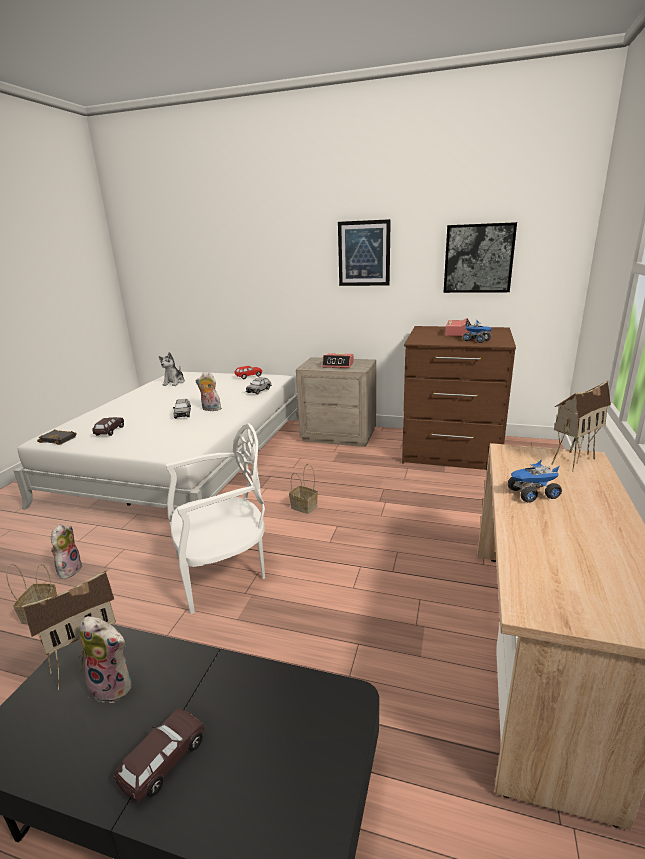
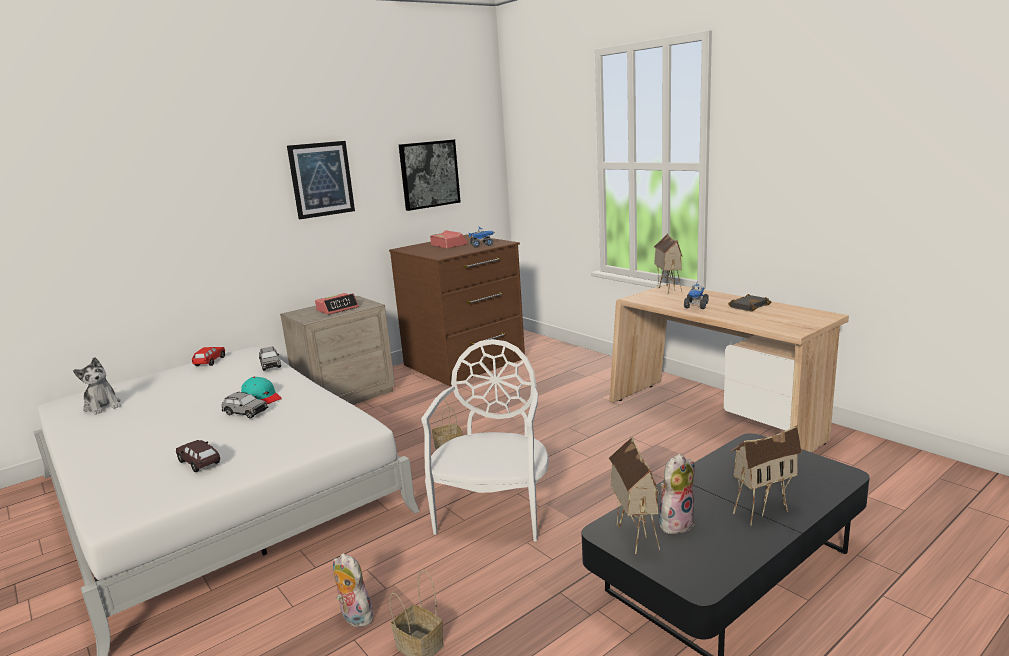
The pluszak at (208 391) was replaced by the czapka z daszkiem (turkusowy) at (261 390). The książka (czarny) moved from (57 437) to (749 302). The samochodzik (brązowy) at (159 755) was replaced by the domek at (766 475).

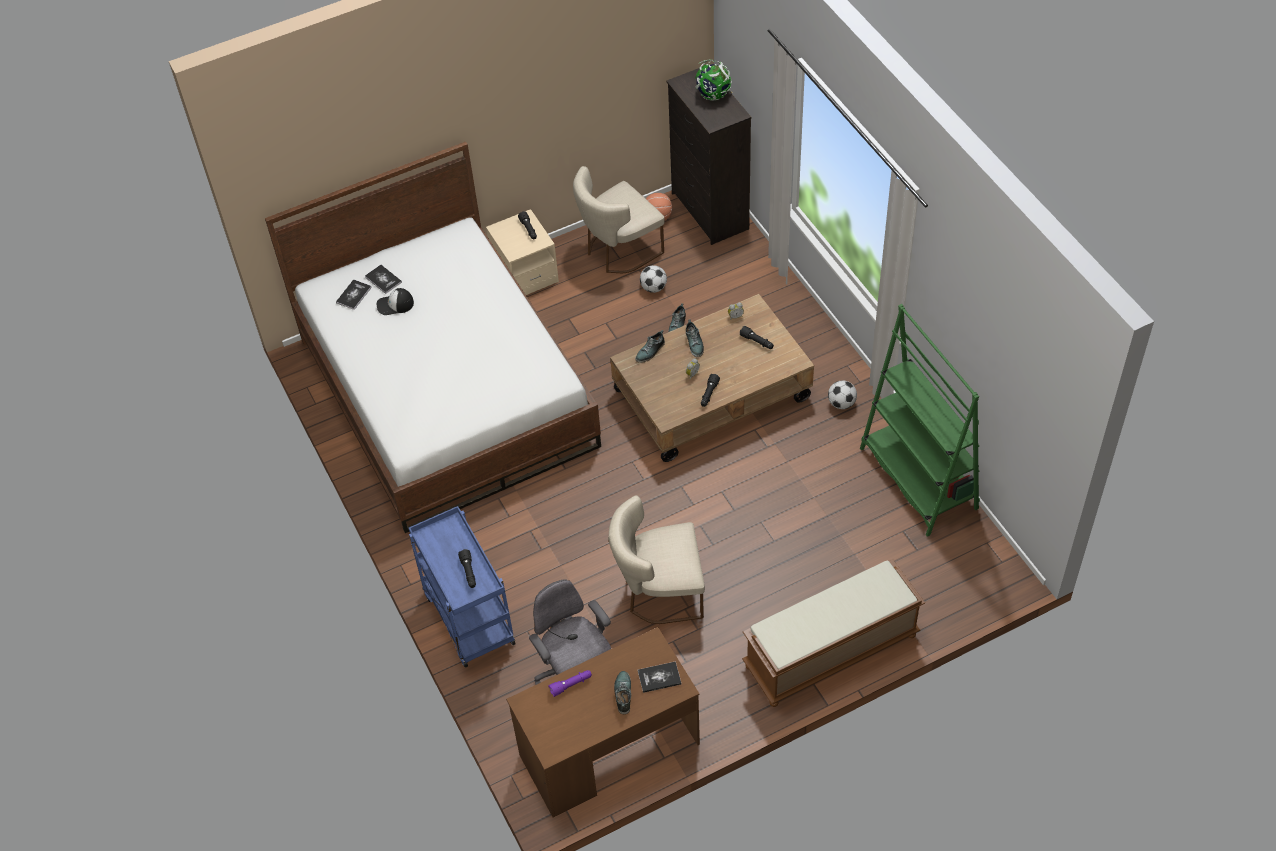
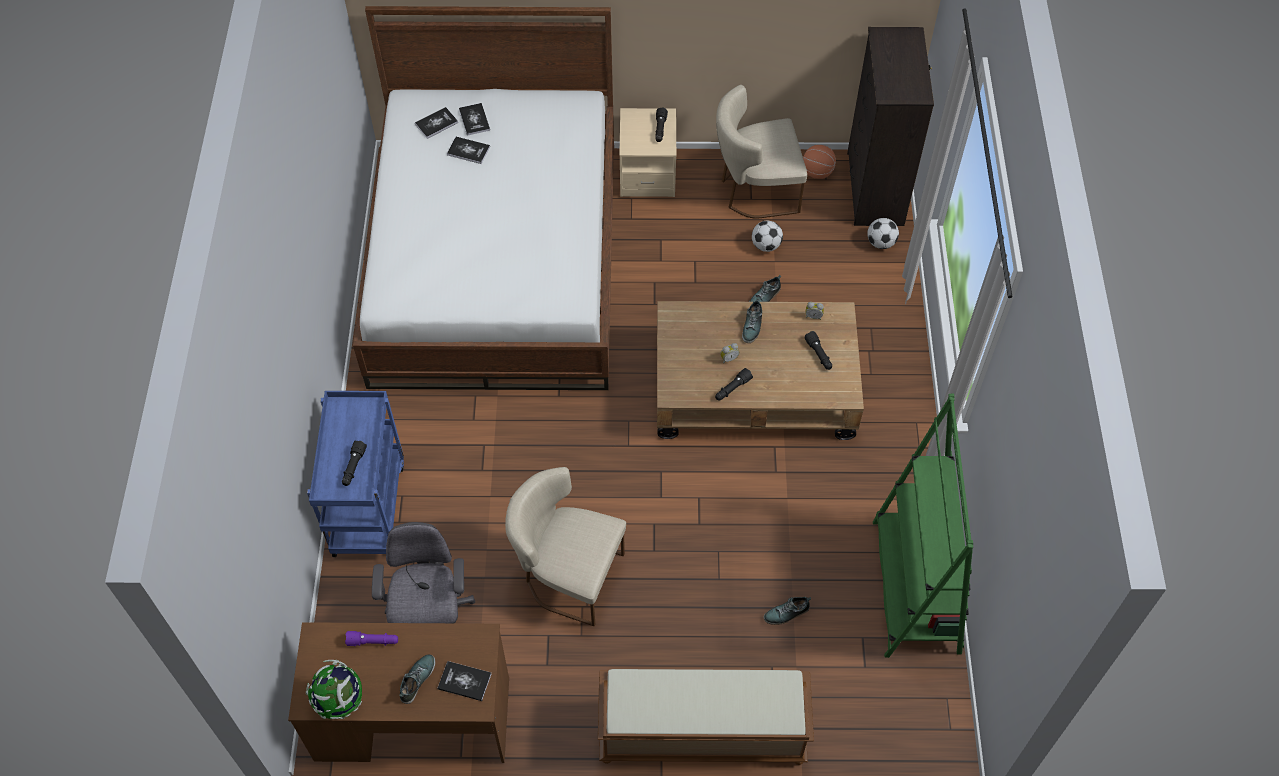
The globus moved from (713 80) to (334 689). The czapka z daszkiem at (395 301) was replaced by the książka at (468 150). The but moved from (650 346) to (787 611). The piłka futbolowa moved from (842 394) to (883 233).

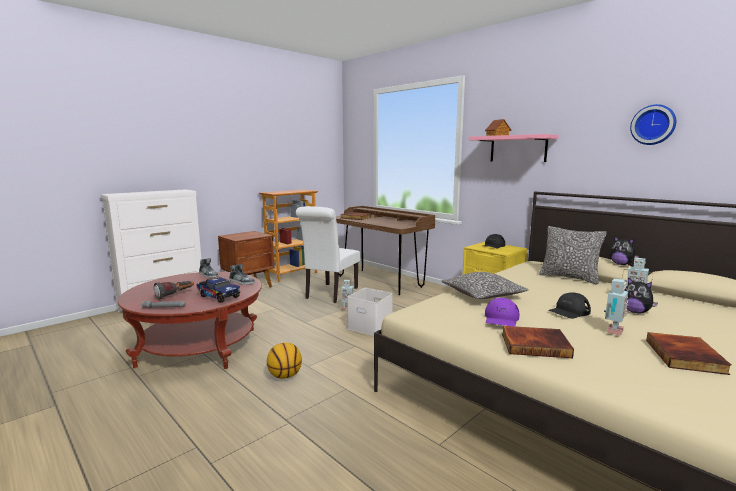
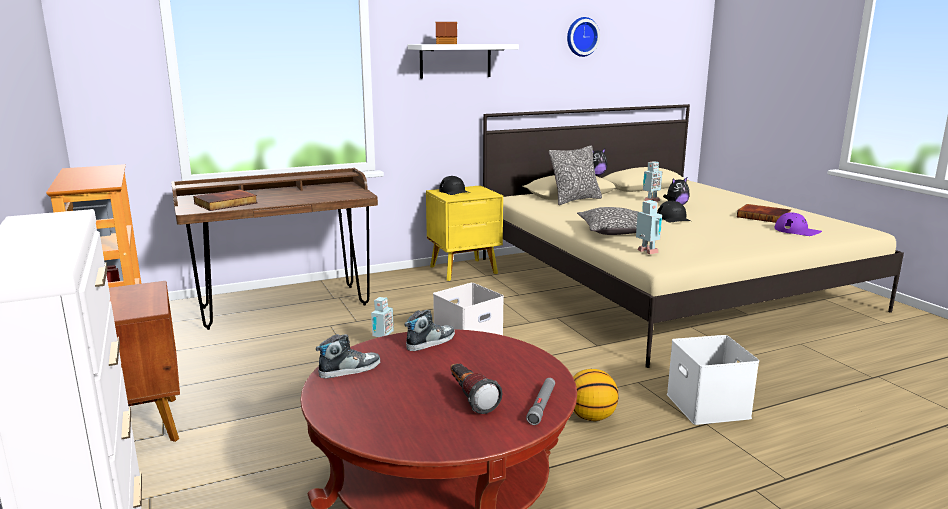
The półka (różowy) at (514 148) became the półka (biały) at (463 61). The krzesło (biały) at (328 254) disappeared. The ciężarówka zabawkowa at (218 290) disappeared. The robot zabawkowy moved from (616 307) to (649 227). The czapka z daszkiem (fioletowy) moved from (502 312) to (798 224). The książka at (538 342) disappeared. The pojemnik do przechowywania (biały) at (713 380) appeared.

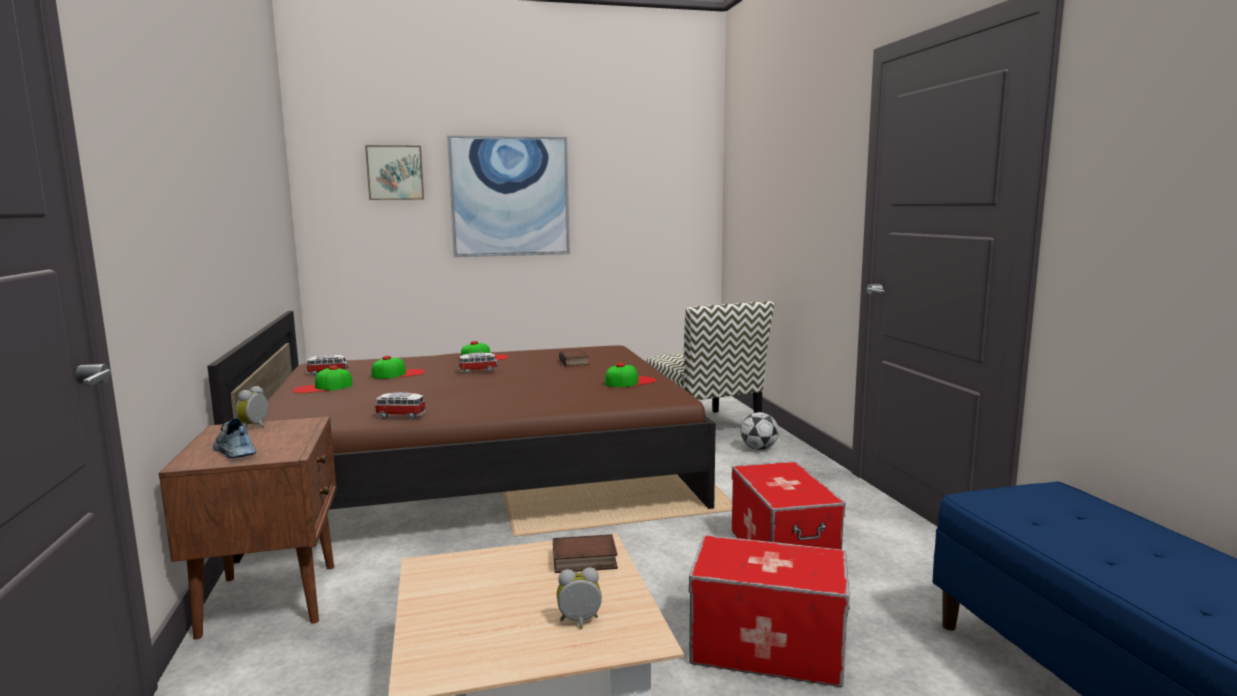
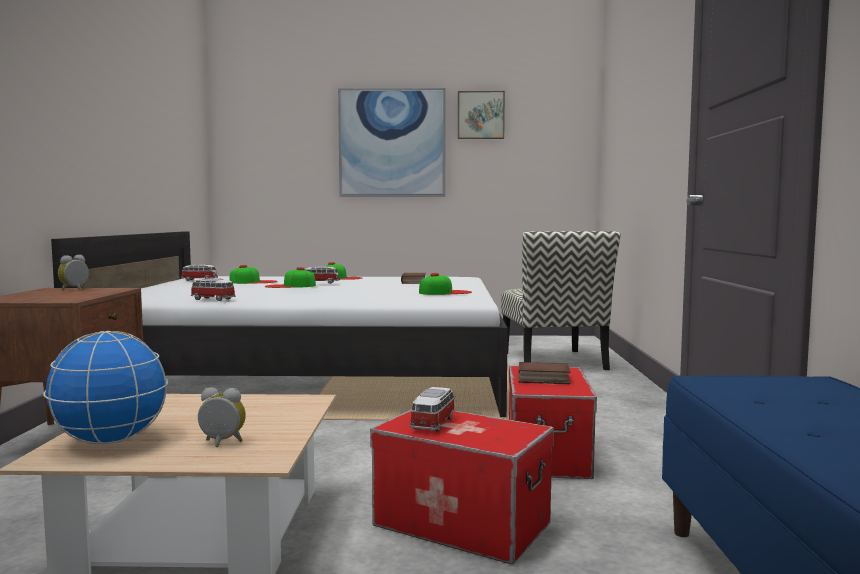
The obraz moved from (394 172) to (481 115). The łóżko (brązowy) at (461 437) became the łóżko (biały) at (279 324). The czapka z daszkiem moved from (322 379) to (290 277). The piłka futbolowa at (759 431) disappeared. The but at (234 438) disappeared. The książka moved from (585 553) to (544 373). The globus at (105 388) appeared. The samochodzik at (432 409) appeared.

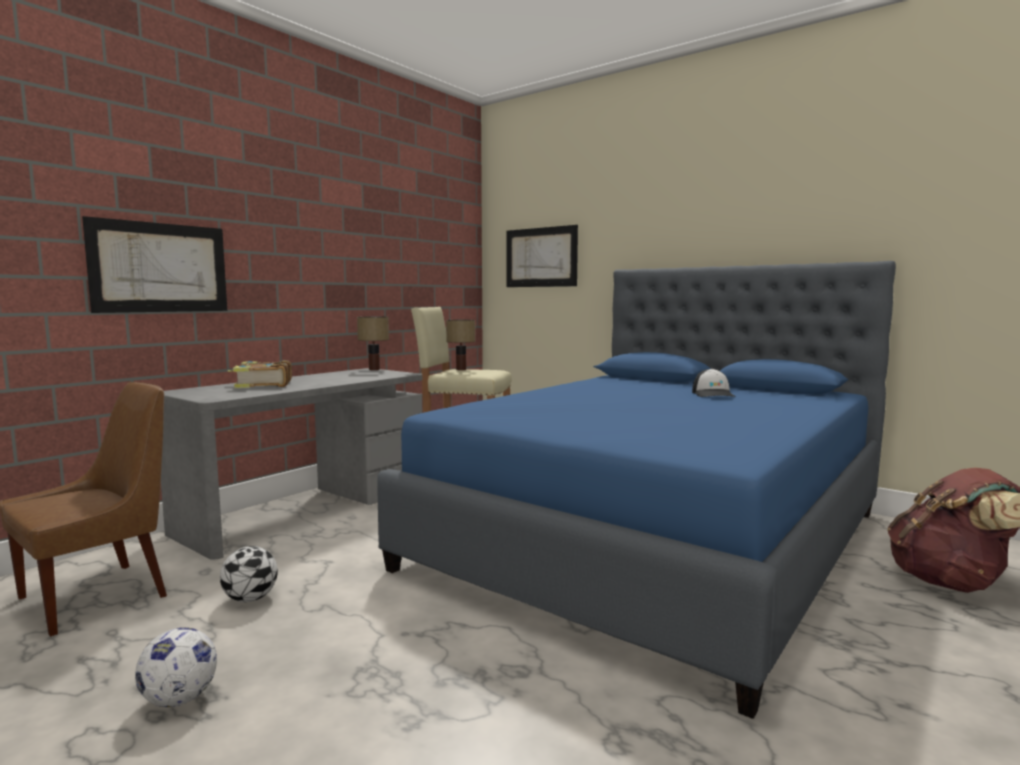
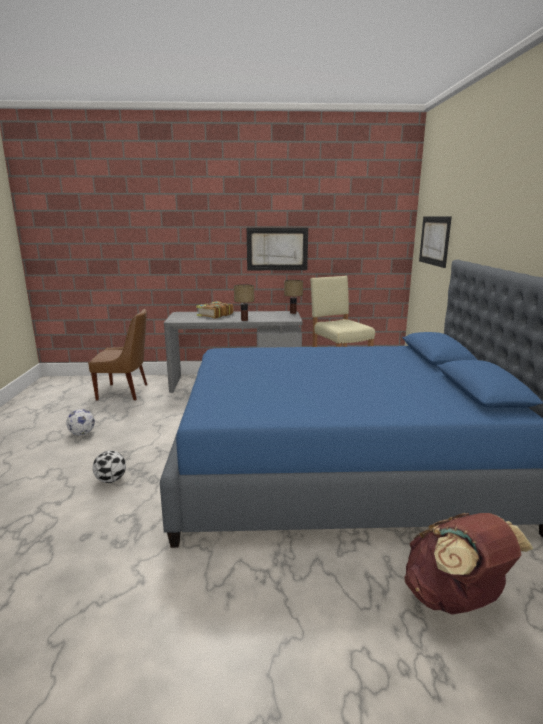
The obraz moved from (154 264) to (277 249). The lampa stołowa moved from (460 345) to (244 302). The czapka z daszkiem at (713 382) disappeared. The piłka futbolowa moved from (249 574) to (109 467).

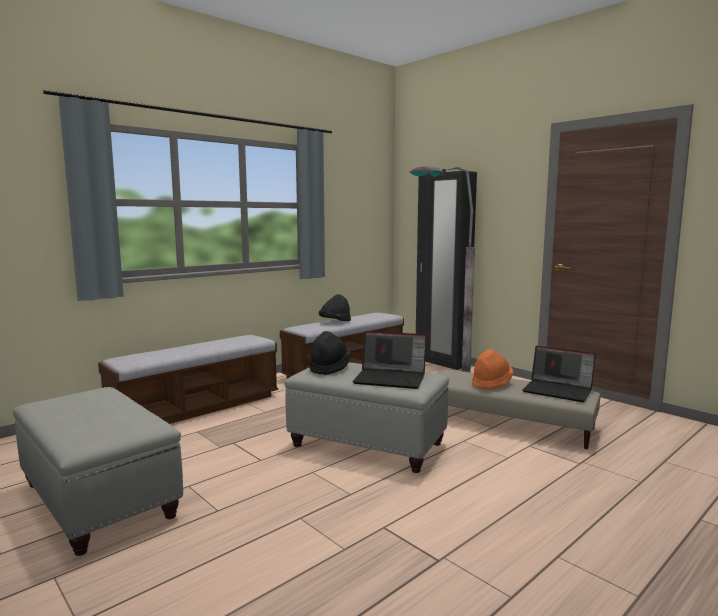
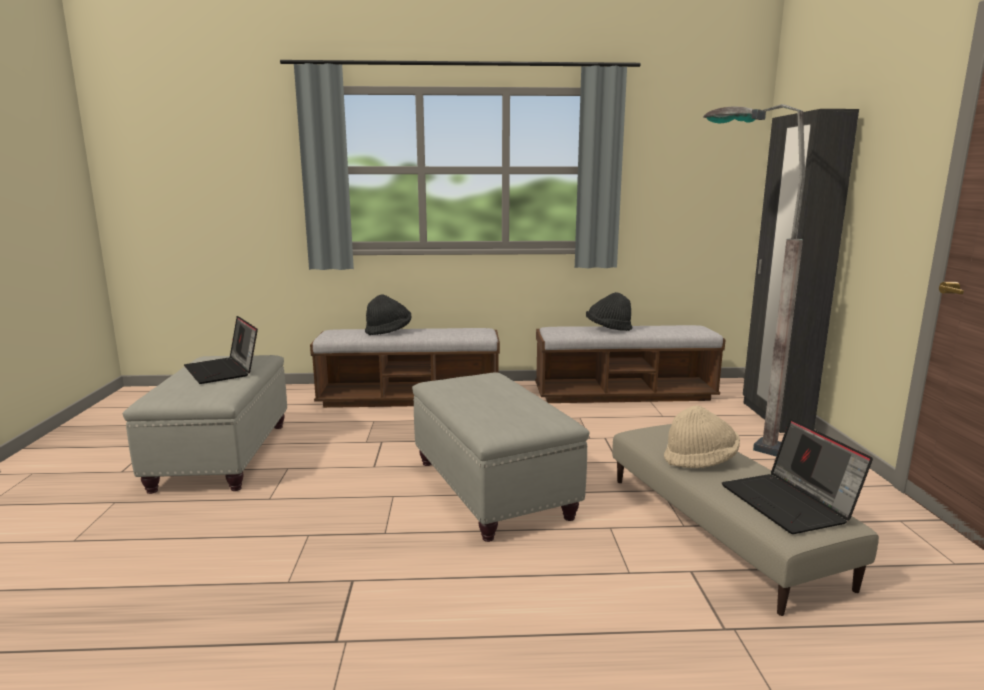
The kapelusz (czarny) moved from (330 353) to (388 315). The laptop moved from (389 360) to (221 350). The kapelusz (pomarańczowy) at (492 369) became the kapelusz (beżowy) at (702 436).

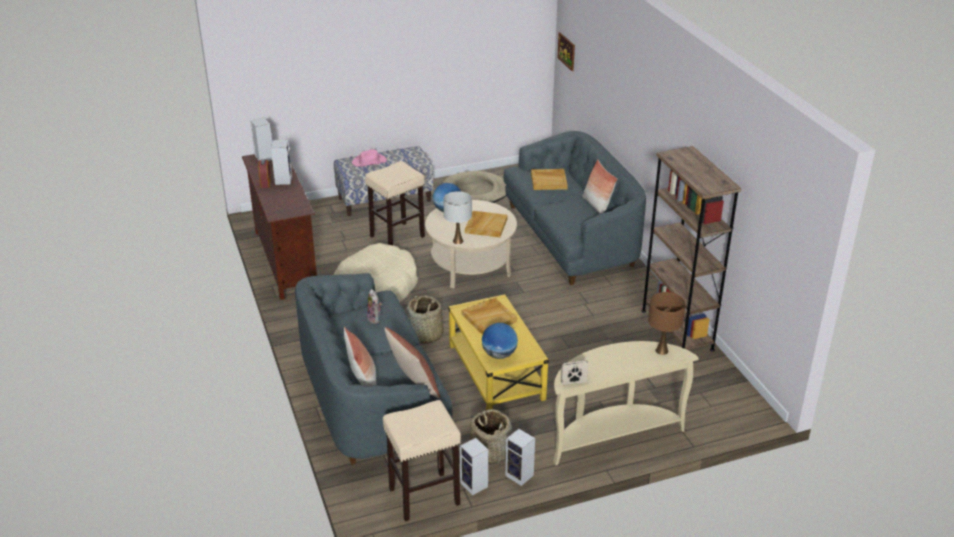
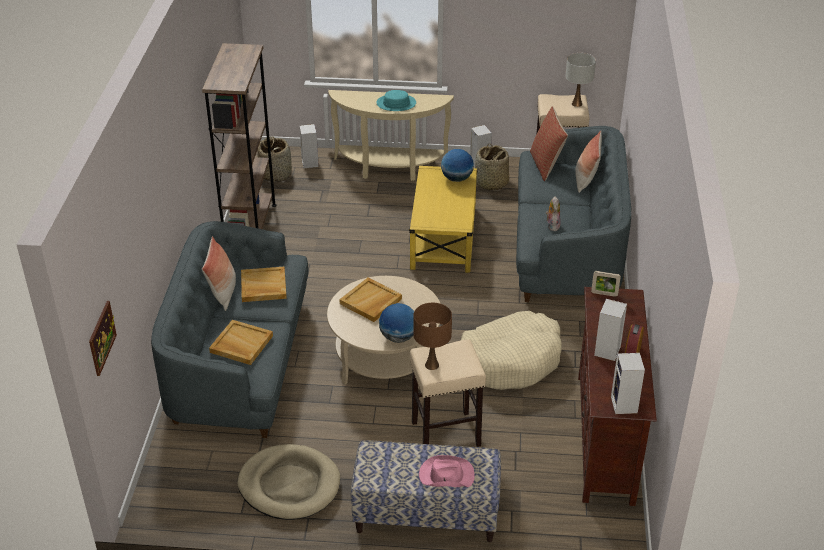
The lampa stołowa (biały) moved from (457 217) to (580 80). The lampa stołowa (brązowy) moved from (667 323) to (432 336). The koszyk moved from (425 319) to (274 159). The taca (beżowy) moved from (489 316) to (264 284). The ramka na zdjęcie moved from (574 372) to (606 284). The głośnik moved from (474 467) to (309 146). The kapelusz (turkusowy) at (396 100) appeared.

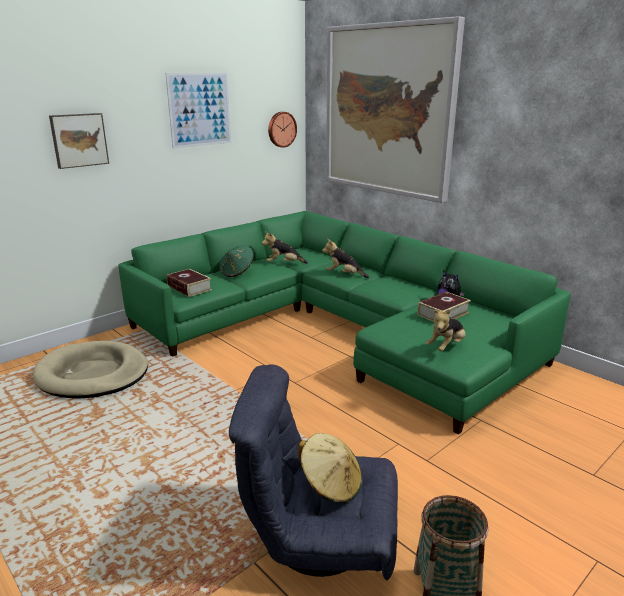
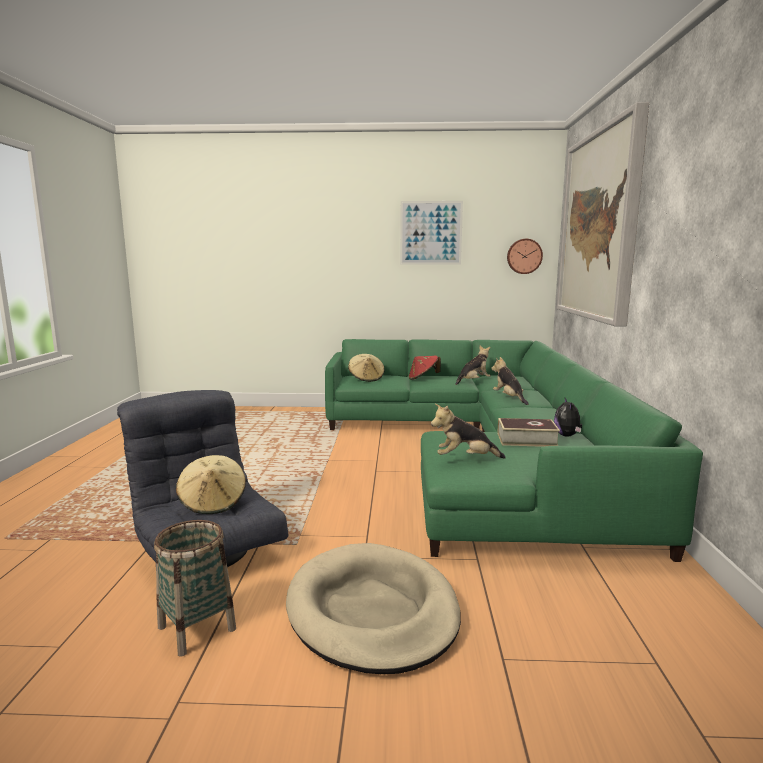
The obraz at (79 141) disappeared. The pluszak at (285 247) turned 105 degrees clockwise. The kapelusz (zielony) at (237 261) became the kapelusz (czerwony) at (425 368). The książka at (189 283) was replaced by the kapelusz (beżowy) at (366 368). The legowisko (beżowy) moved from (90 370) to (373 608).

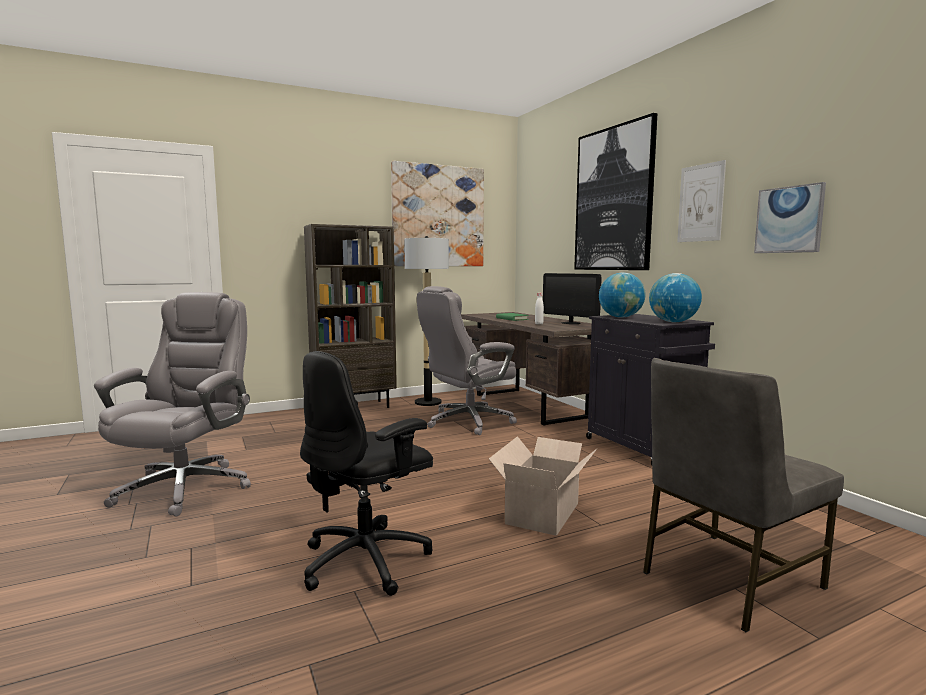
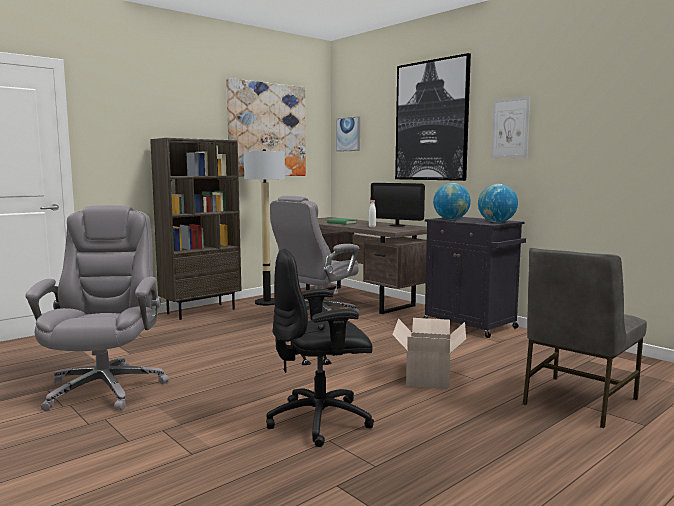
The obraz moved from (790 217) to (348 134). The krzesło biurowe (czarny) at (366 473) turned 45 degrees clockwise.

